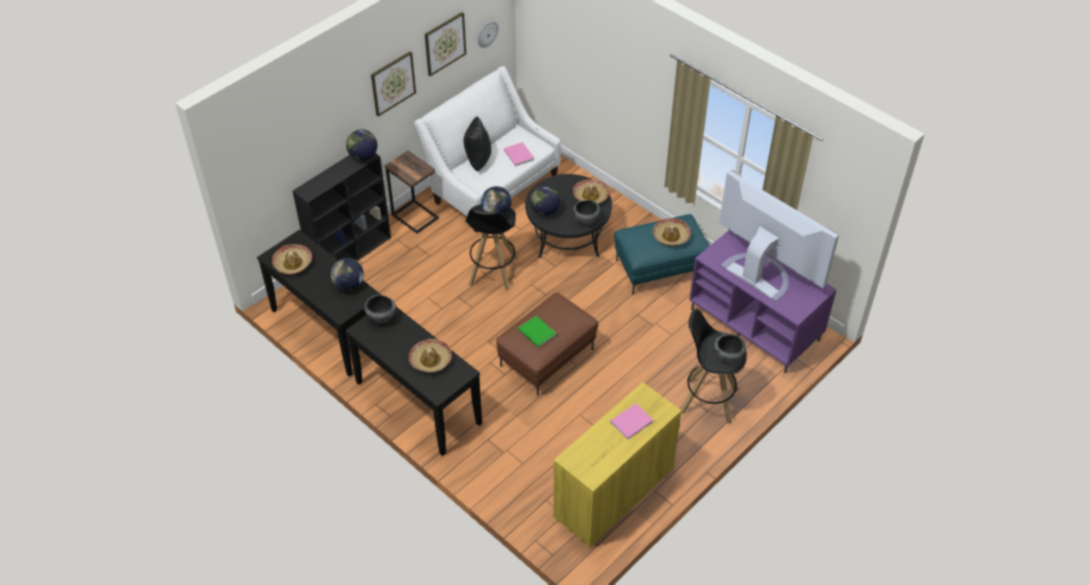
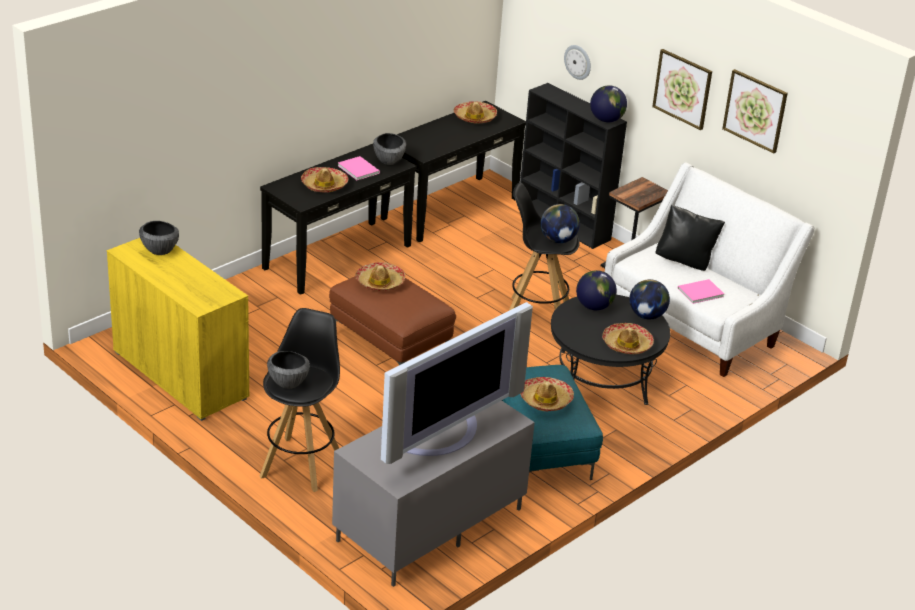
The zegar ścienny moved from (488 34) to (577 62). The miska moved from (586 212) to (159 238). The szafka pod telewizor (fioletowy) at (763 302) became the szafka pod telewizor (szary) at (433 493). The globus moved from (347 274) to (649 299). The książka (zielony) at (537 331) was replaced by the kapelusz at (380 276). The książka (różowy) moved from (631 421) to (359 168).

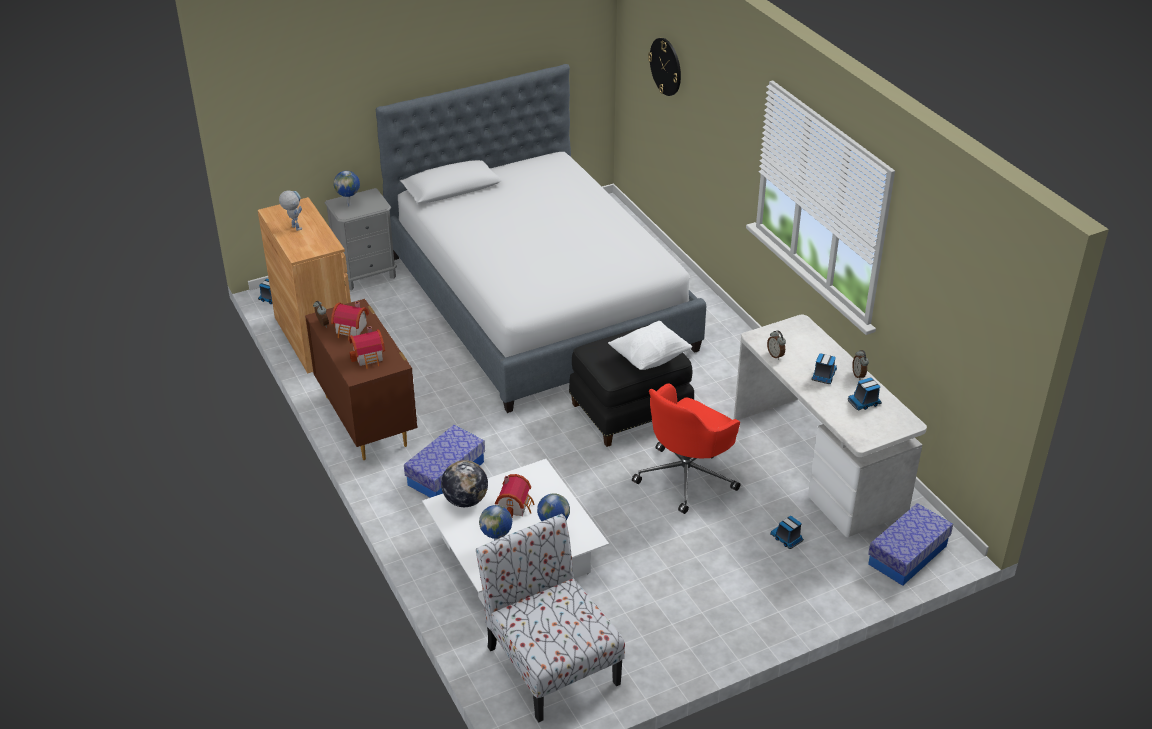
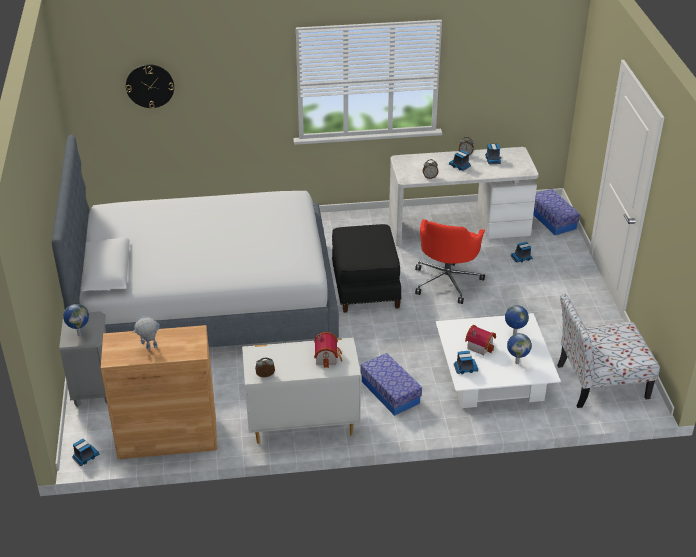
The komoda (brązowy) at (361 379) became the komoda (biały) at (301 390). The domek at (350 320) disappeared. The poduszka (biały) at (650 345) disappeared. The krzesło biurowe (czerwony) at (686 448) turned 45 degrees clockwise. The globus at (464 483) was replaced by the ciężarówka zabawkowa at (466 362).

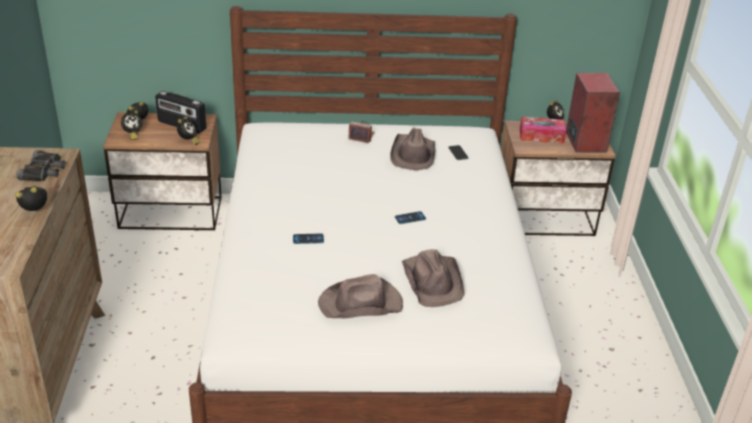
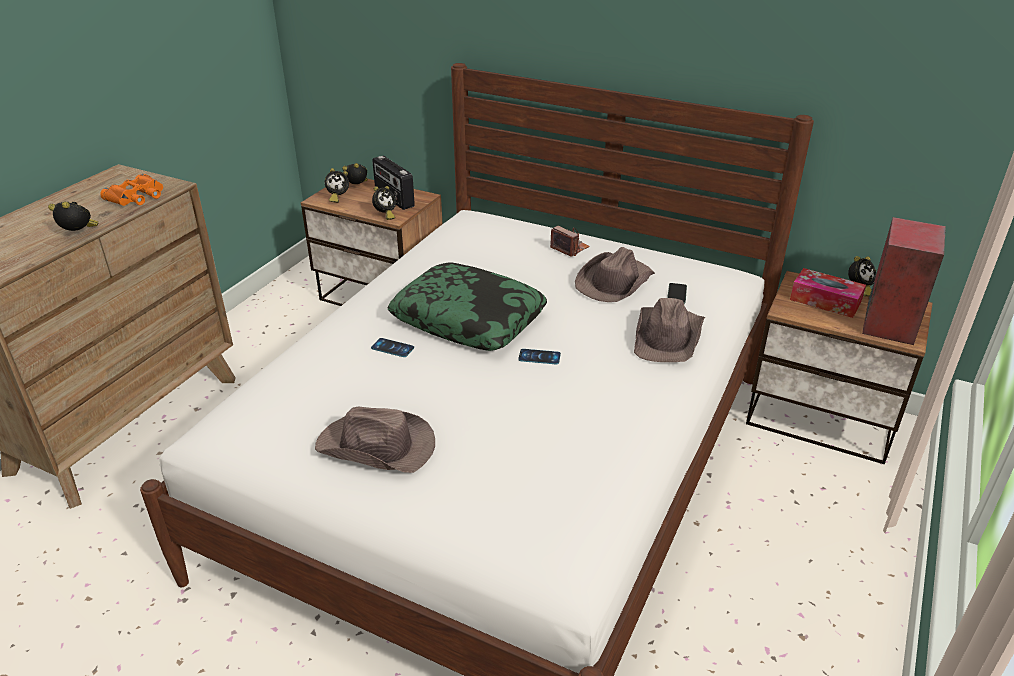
The lornetka (czarny) at (41 165) became the lornetka (pomarańczowy) at (131 190). The kapelusz (brązowy) moved from (433 278) to (669 330). The poduszka at (467 306) appeared.

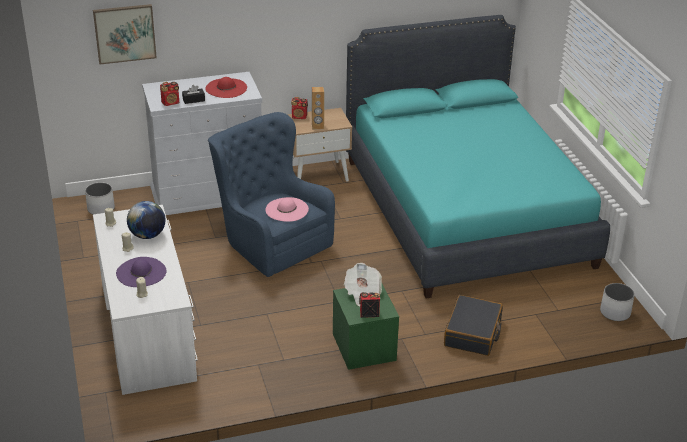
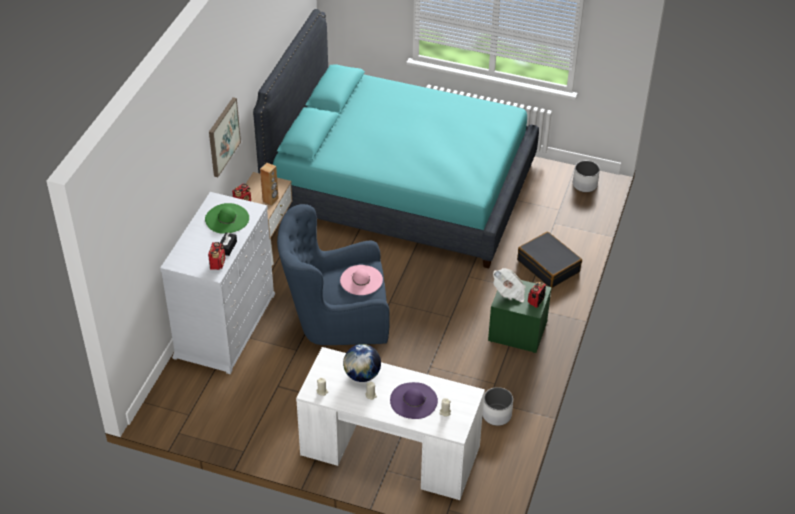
The obraz moved from (125 34) to (225 137). The kapelusz (czerwony) at (226 87) became the kapelusz (zielony) at (227 218). The donica (biały) moved from (100 198) to (497 406).

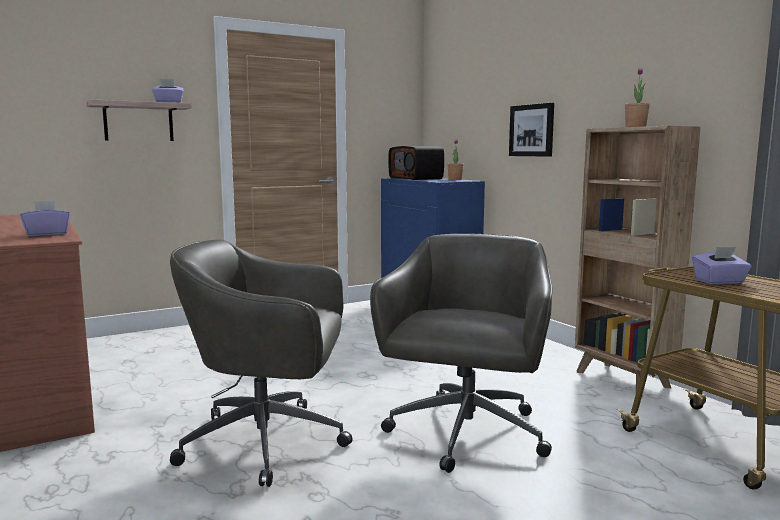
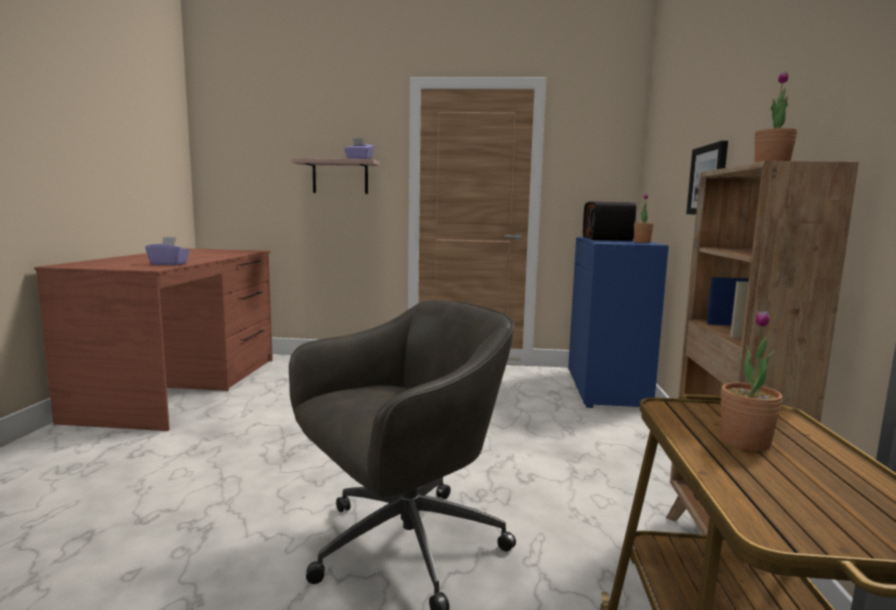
The krzesło biurowe (szary) at (261 363) disappeared. The pudełko chusteczek (fioletowy) at (721 265) was replaced by the roślina doniczkowa at (752 380).

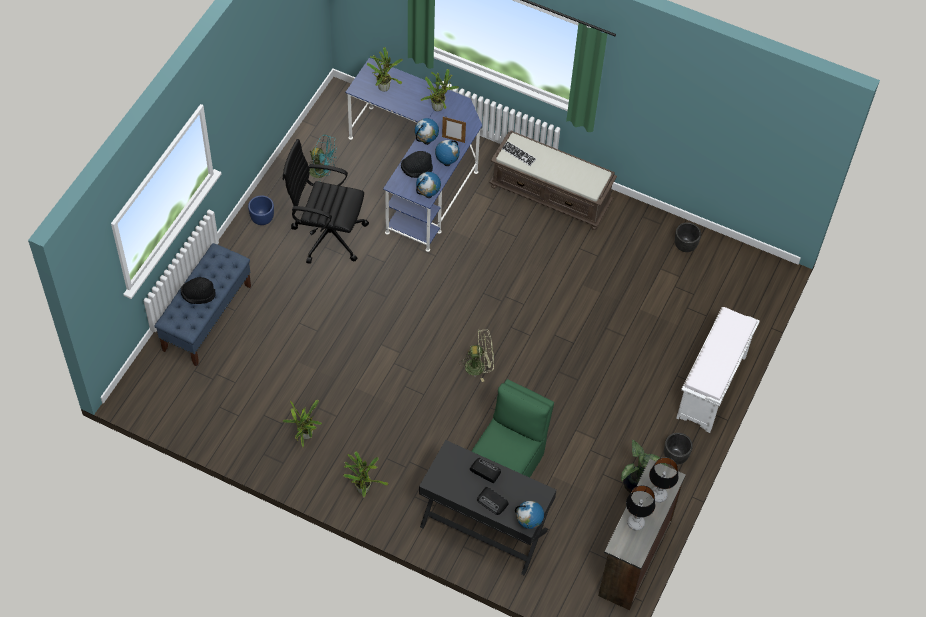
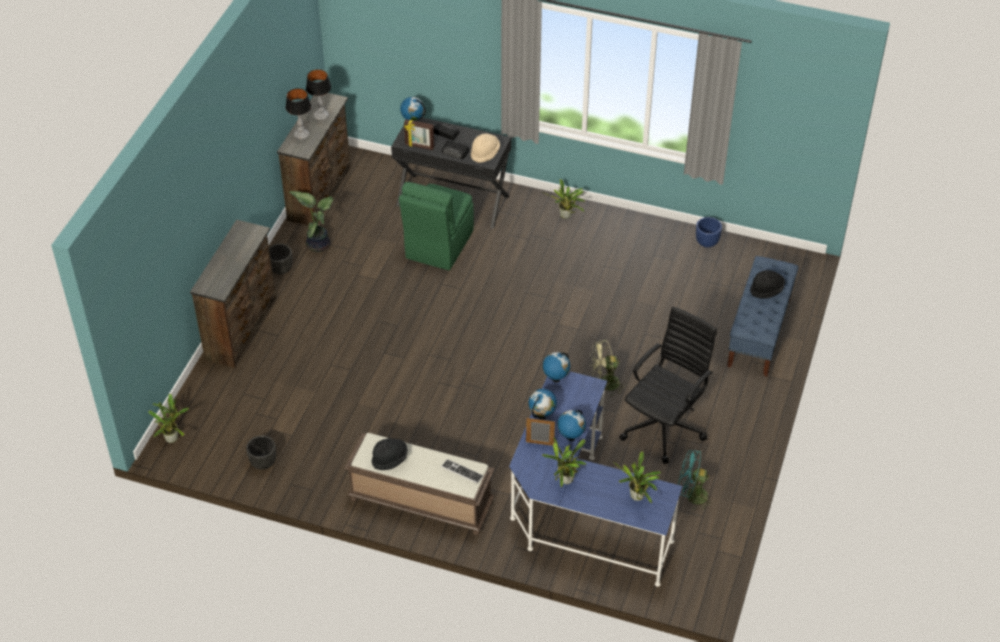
The krzesło biurowe (czarny) at (325 201) turned 60 degrees counterclockwise. The kapelusz (czarny) moved from (417 164) to (390 454). The donica (niebieski) moved from (261 210) to (709 232). The ławka (biały) at (718 370) was replaced by the komoda (brązowy) at (233 294). The wentylator (zielony) moved from (477 355) to (608 368). The roślina doniczkowa moved from (302 423) to (168 418). The ramka na zdjęcie at (419 134) appeared. The kapelusz (beżowy) at (485 148) appeared.

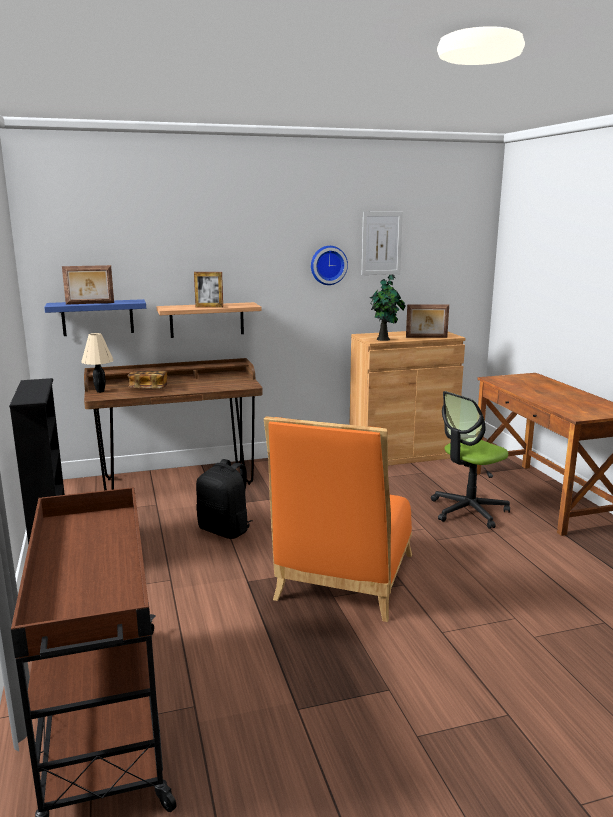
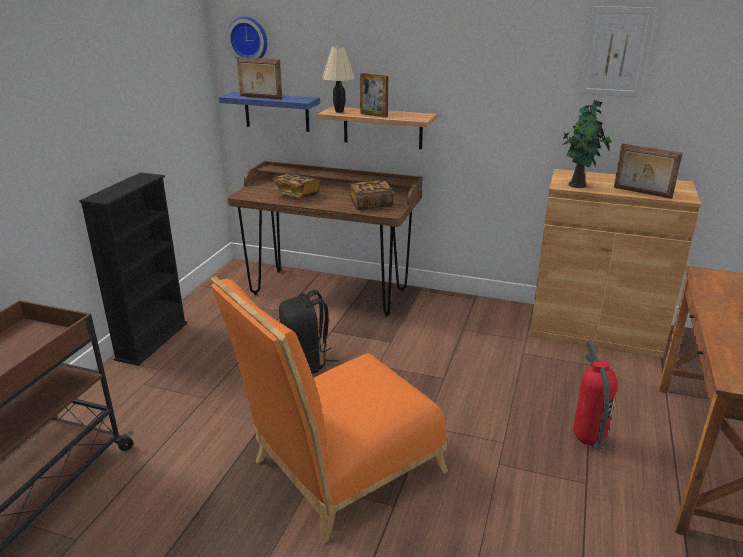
The zegar ścienny moved from (329 265) to (247 37). The lampa stołowa (beżowy) moved from (97 363) to (338 80). The krzesło biurowe at (470 460) was replaced by the gaśnica at (595 395). The książka at (371 195) appeared.

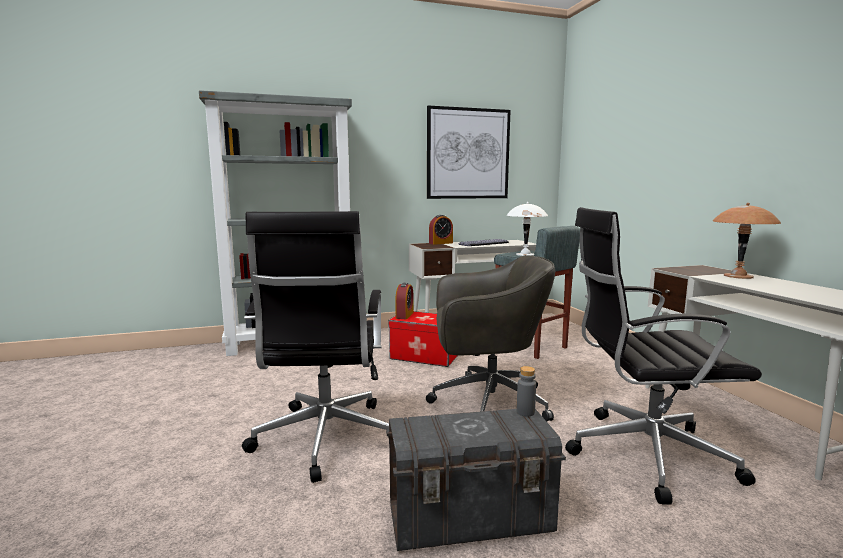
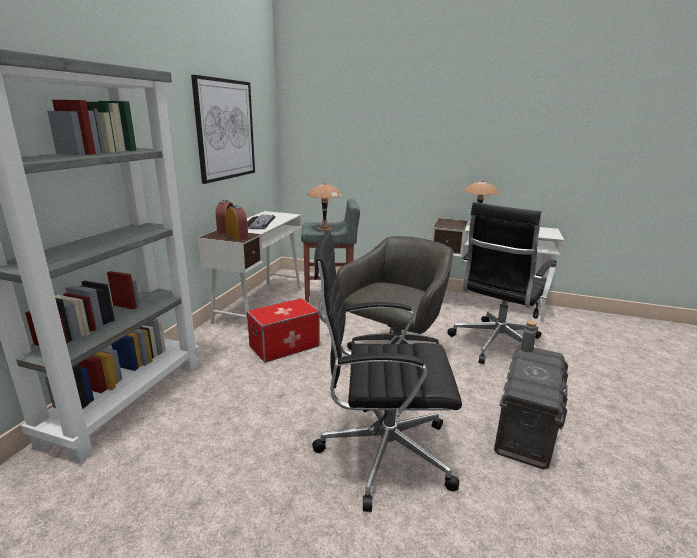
The lampa stołowa (biały) at (527 229) became the lampa stołowa (brązowy) at (325 207). The krzesło biurowe (czarny) at (315 347) turned 150 degrees clockwise. The budzik moved from (404 301) to (237 223).

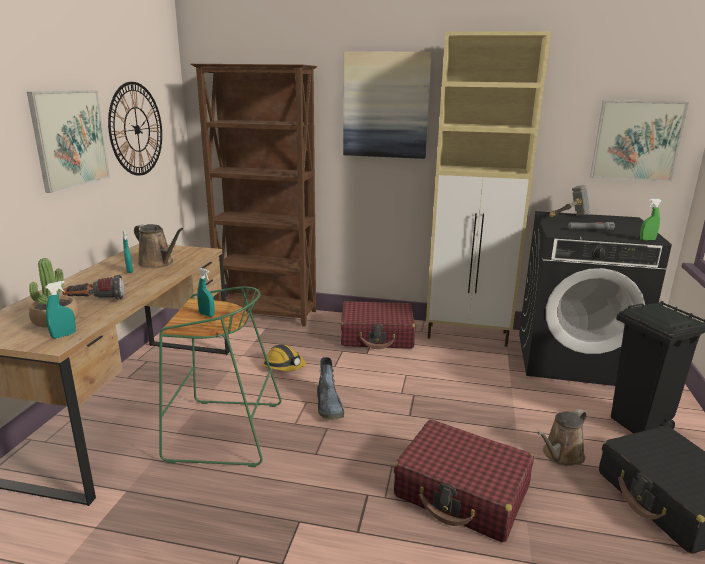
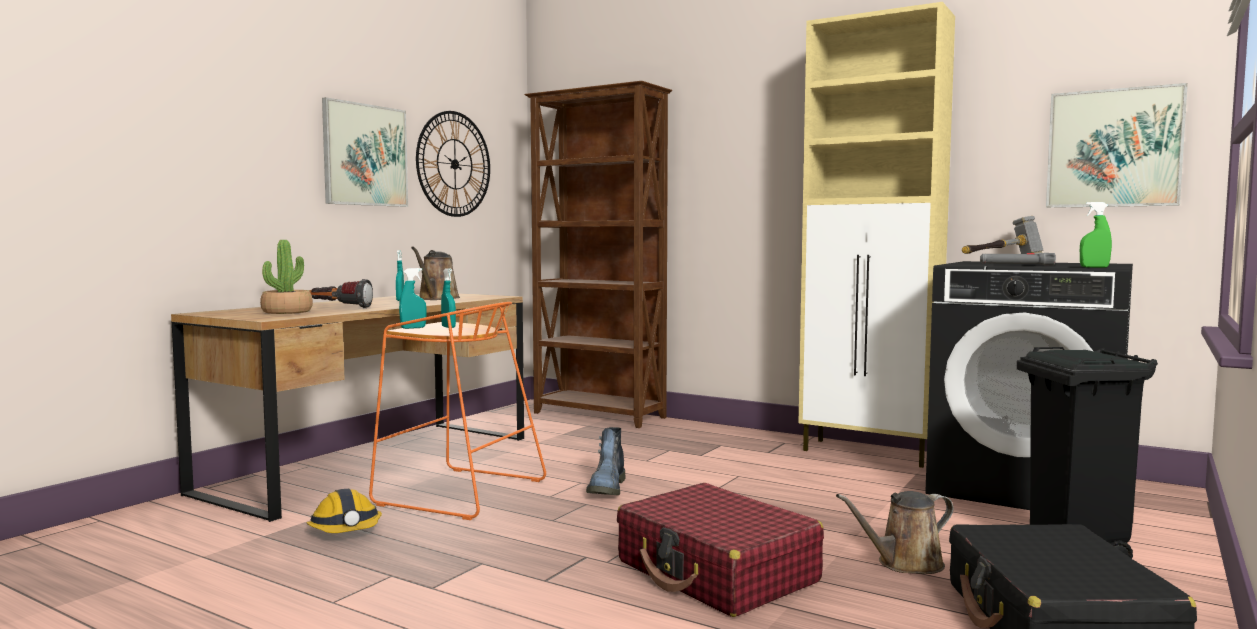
The obraz at (387 105) disappeared. The konewka (brązowy) at (158 246) turned 45 degrees clockwise. The spryskiwacz (turkusowy) moved from (60 310) to (413 298). The stołek (zielony) at (220 377) became the stołek (pomarańczowy) at (457 411). The walizka (czerwony) at (378 325) disappeared. The kask moved from (284 358) to (344 511).

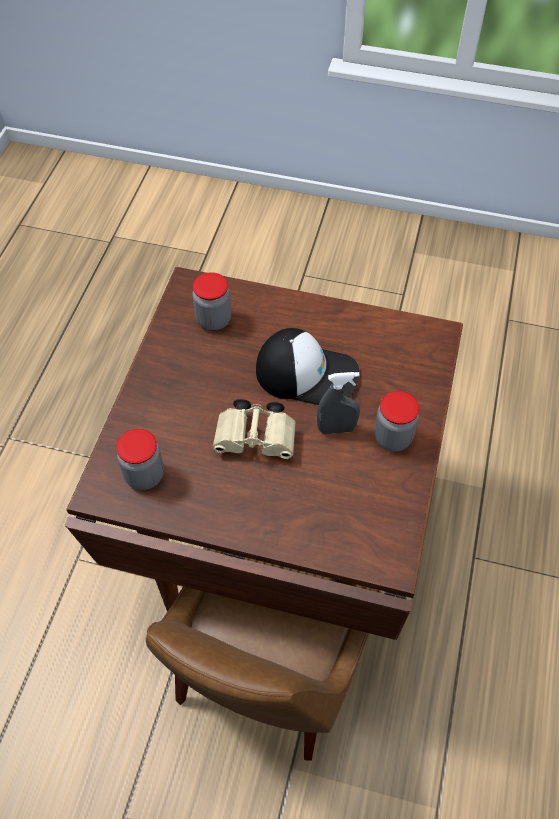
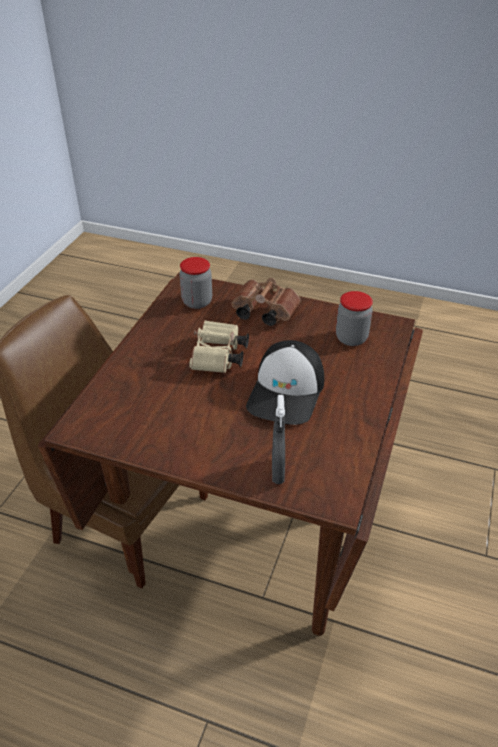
The spryskiwacz (szary) moved from (338 403) to (278 439). The słoik at (396 421) disappeared. The lornetka (brązowy) at (266 302) appeared.

